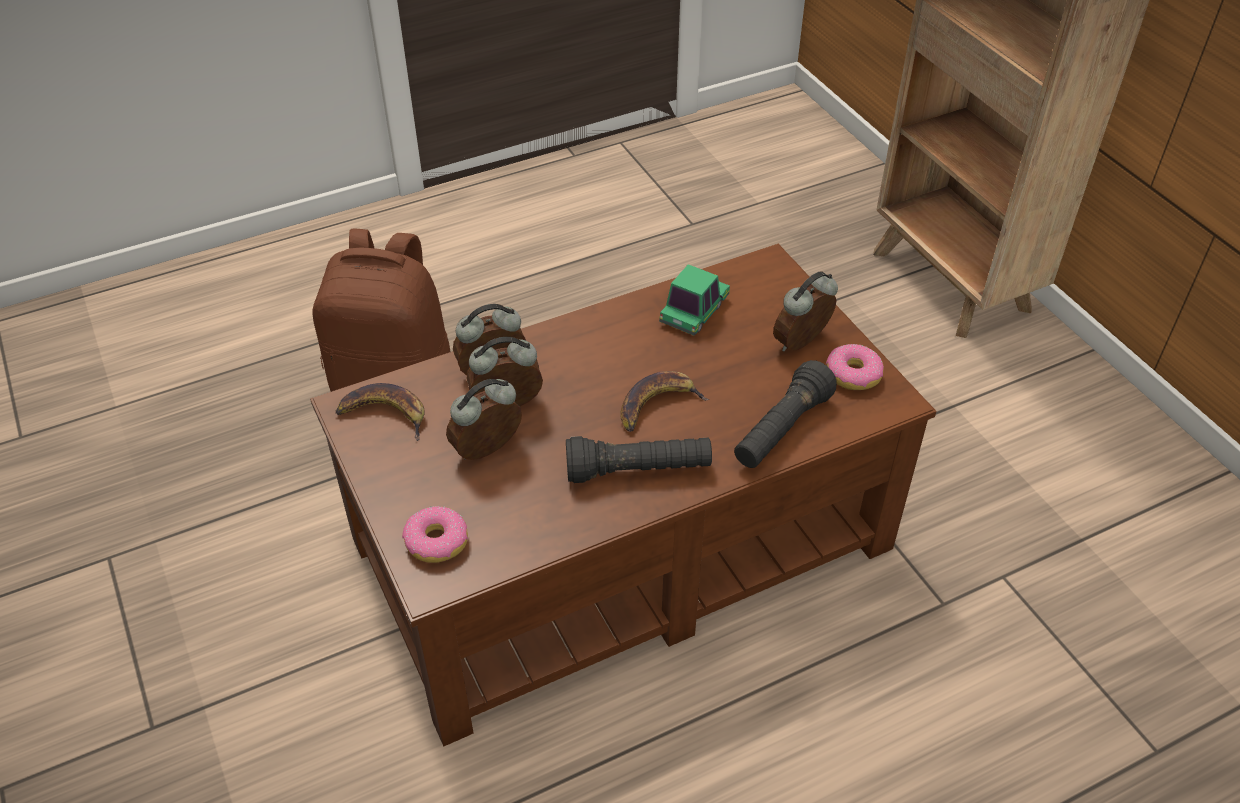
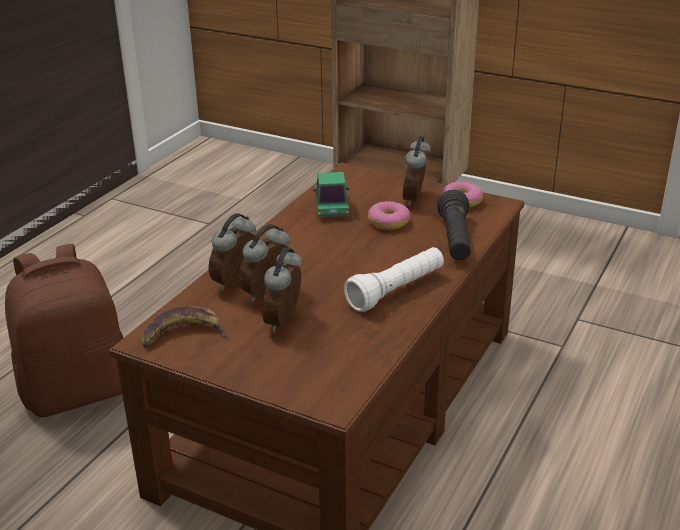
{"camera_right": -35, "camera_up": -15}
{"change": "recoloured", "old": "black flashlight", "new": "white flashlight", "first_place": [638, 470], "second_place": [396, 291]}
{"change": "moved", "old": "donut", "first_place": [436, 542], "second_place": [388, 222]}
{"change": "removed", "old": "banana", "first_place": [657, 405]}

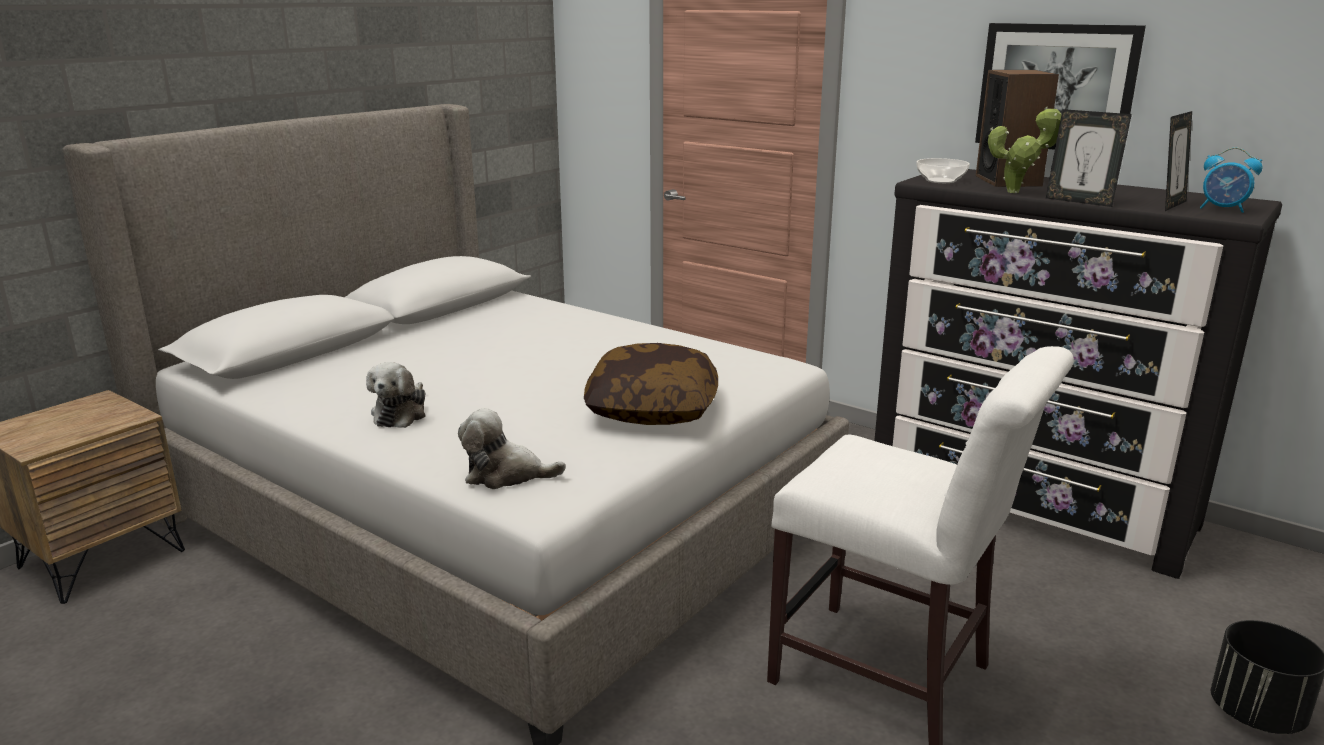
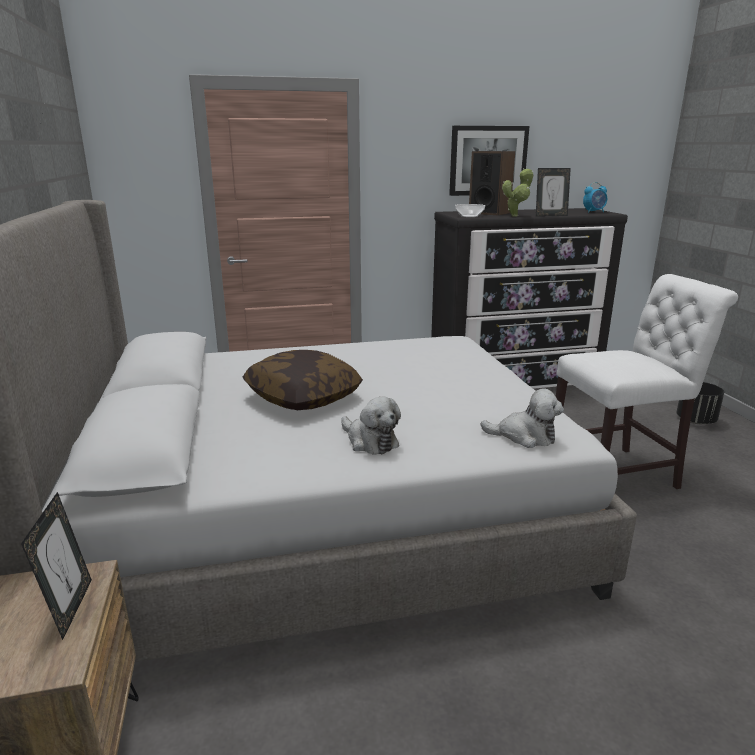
{"camera_right": -50, "camera_up": 0}
{"change": "moved", "old": "picture frame", "first_place": [1170, 205], "second_place": [70, 608]}
{"change": "moved", "old": "pillow", "first_place": [652, 408], "second_place": [303, 397]}
{"change": "turned", "old": "plush toy", "first_place": [506, 475], "second_place": [524, 436], "degrees": -120}

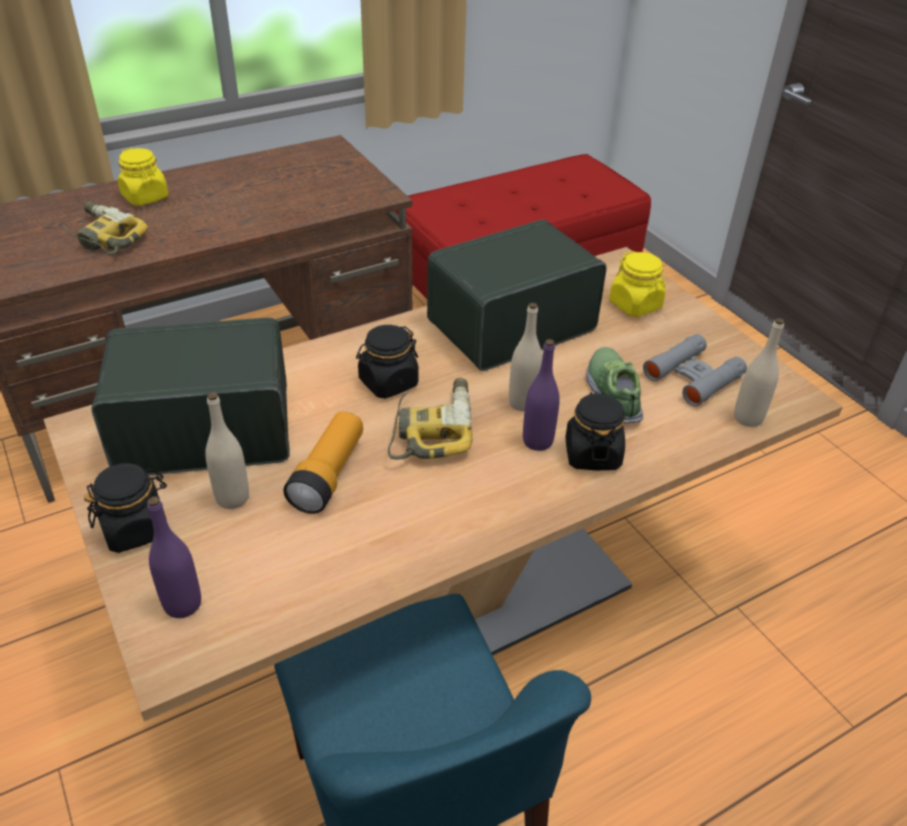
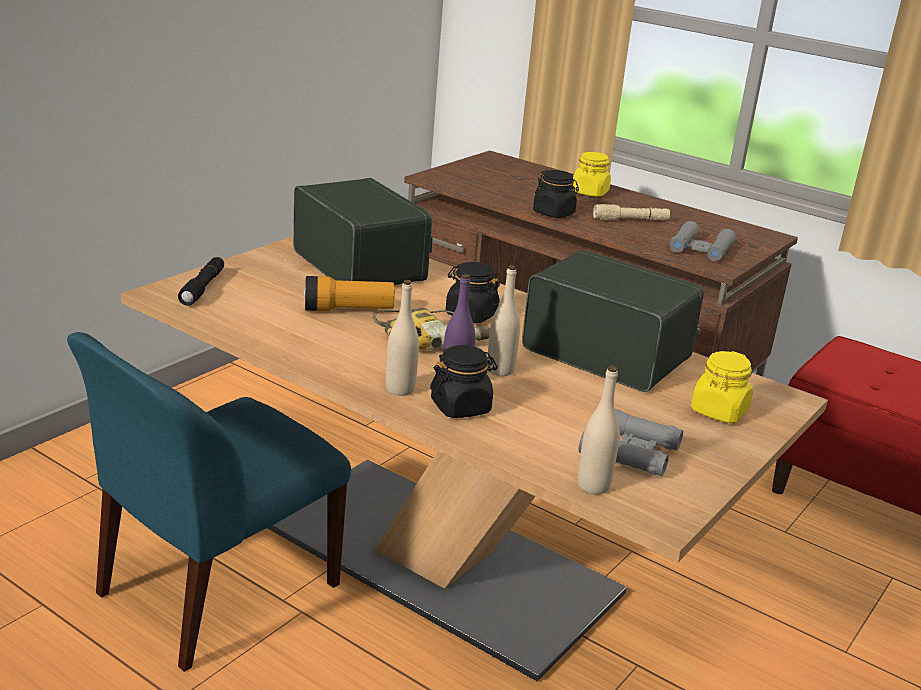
{"camera_right": 65, "camera_up": -15}
{"change": "replaced", "old": "purple bottle", "new": "black flashlight", "first_place": [182, 604], "second_place": [203, 288]}
{"change": "moved", "old": "beige bottle", "first_place": [232, 498], "second_place": [400, 389]}
{"change": "moved", "old": "black jar", "first_place": [136, 528], "second_place": [554, 213]}
{"change": "added", "new": "beige flashlight", "second_place": [631, 220]}
{"change": "added", "new": "grey binoculars", "second_place": [700, 249]}
{"change": "removed", "old": "power drill", "first_place": [103, 238]}
{"change": "removed", "old": "shoe", "first_place": [613, 394]}

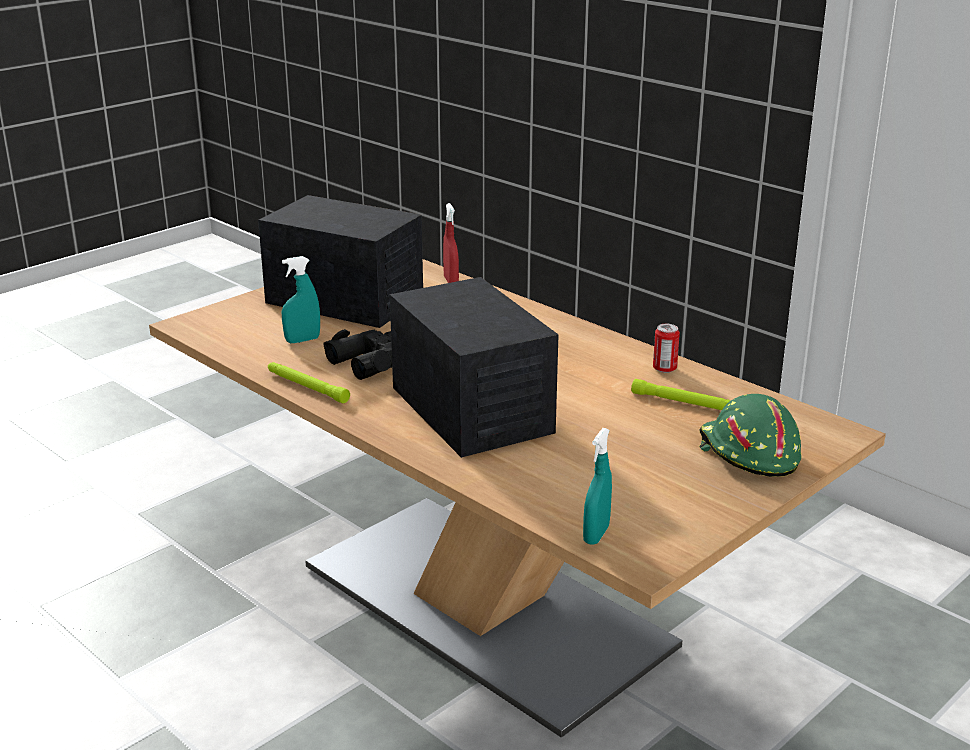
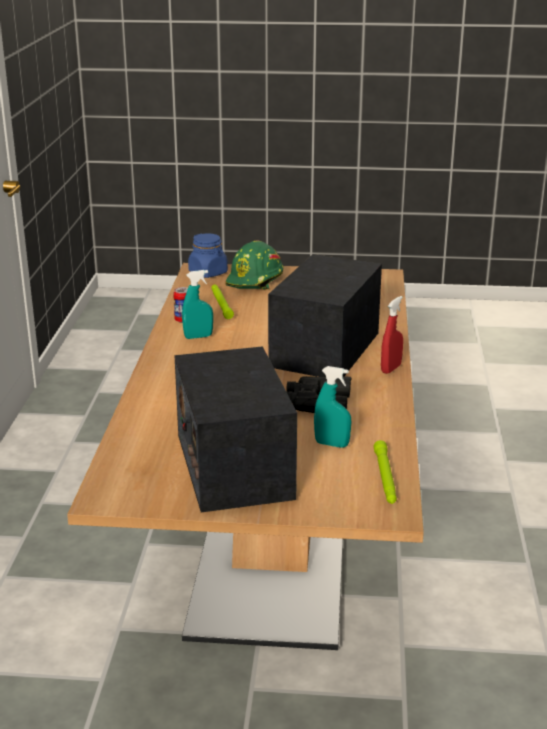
{"camera_right": -130, "camera_up": 0}
{"change": "moved", "old": "turquoise spray bottle", "first_place": [596, 535], "second_place": [198, 337]}
{"change": "added", "new": "blue jar", "second_place": [208, 273]}
{"change": "moved", "old": "green flashlight", "first_place": [306, 387], "second_place": [385, 478]}
{"change": "moved", "old": "red spray bottle", "first_place": [451, 281], "second_place": [391, 369]}

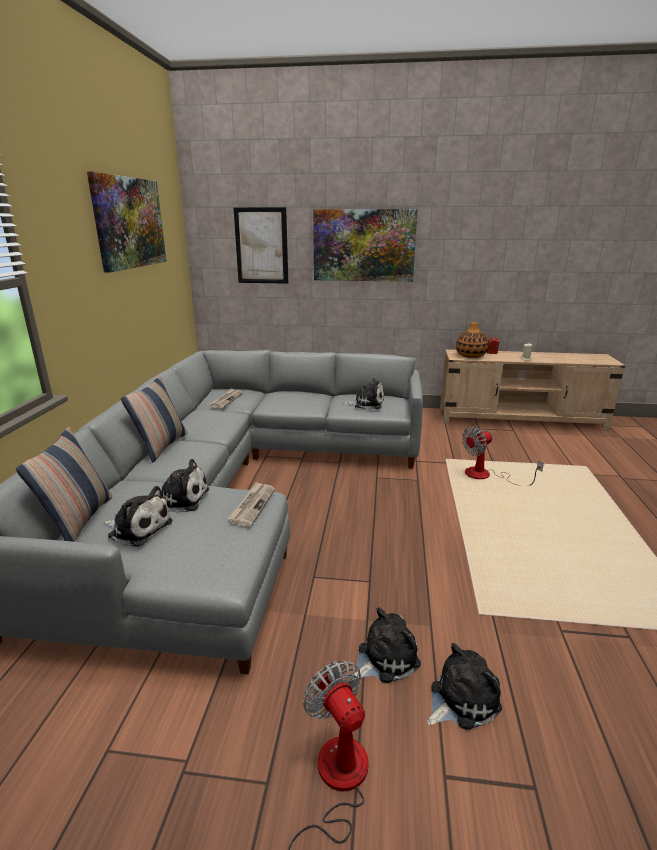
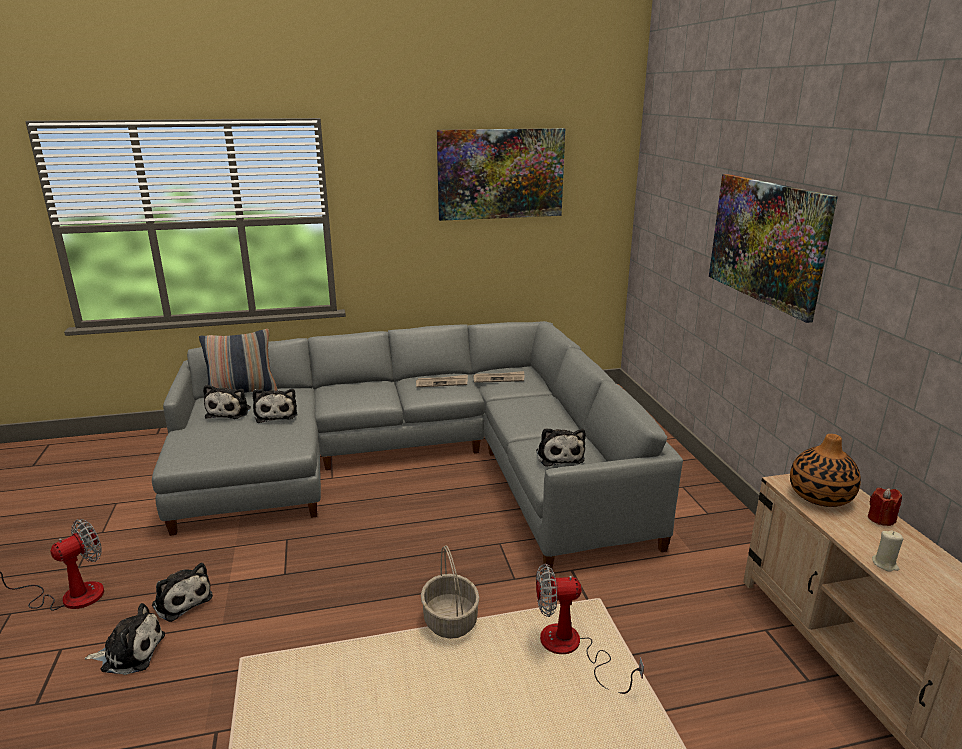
{"camera_right": 70, "camera_up": 0}
{"change": "turned", "old": "plush toy", "first_place": [461, 699], "second_place": [130, 652], "degrees": -45}
{"change": "moved", "old": "newspaper", "first_place": [252, 505], "second_place": [442, 383]}
{"change": "added", "new": "basket", "second_place": [451, 621]}
{"change": "turned", "old": "fan", "first_place": [486, 476], "second_place": [571, 649], "degrees": -45}
{"change": "removed", "old": "pillow", "first_place": [161, 446]}
{"change": "removed", "old": "picture", "first_place": [261, 246]}

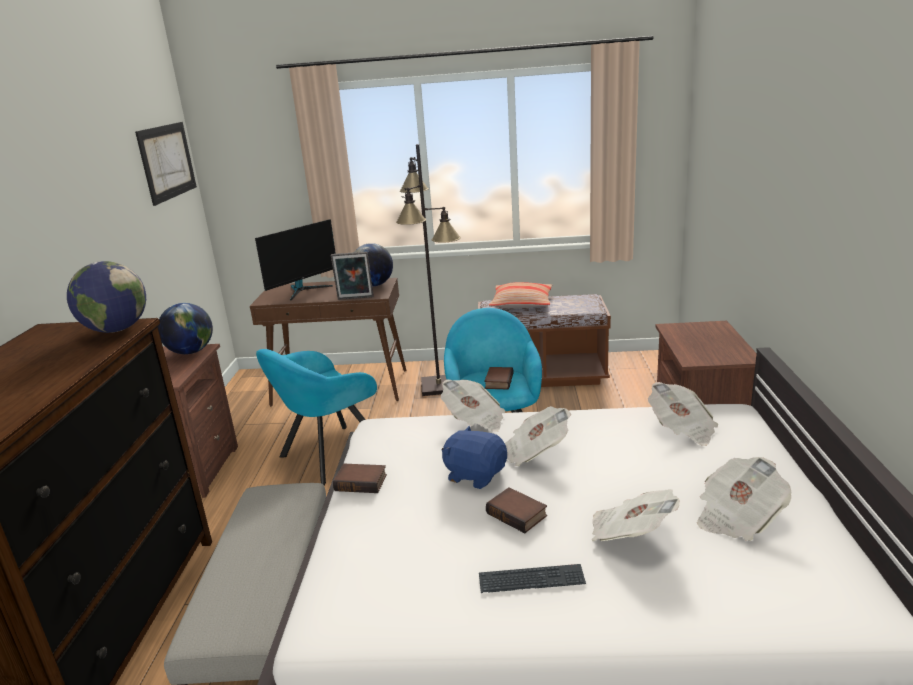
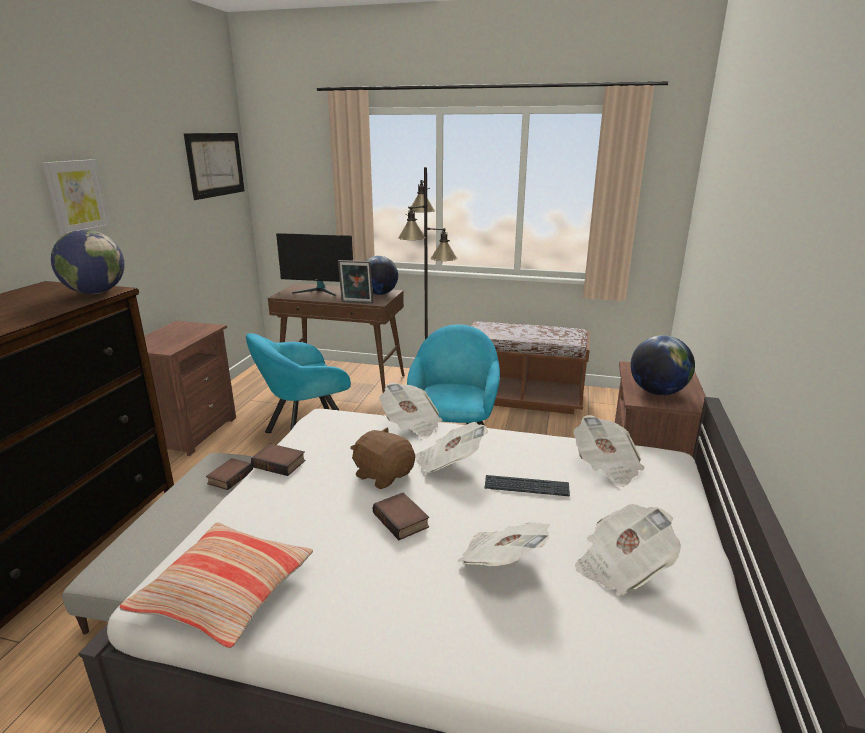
{"camera_right": 10, "camera_up": 0}
{"change": "added", "new": "picture", "second_place": [76, 197]}
{"change": "moved", "old": "pillow", "first_place": [521, 304], "second_place": [225, 593]}
{"change": "moved", "old": "book", "first_place": [498, 381], "second_place": [230, 477]}
{"change": "turned", "old": "monitor", "first_place": [303, 290], "second_place": [319, 291], "degrees": 45}
{"change": "recoloured", "old": "blue plush toy", "new": "brown plush toy", "first_place": [475, 475], "second_place": [383, 475]}
{"change": "moved", "old": "keyboard", "first_place": [531, 580], "second_place": [526, 487]}
{"change": "moved", "old": "globe", "first_place": [191, 352], "second_place": [657, 392]}

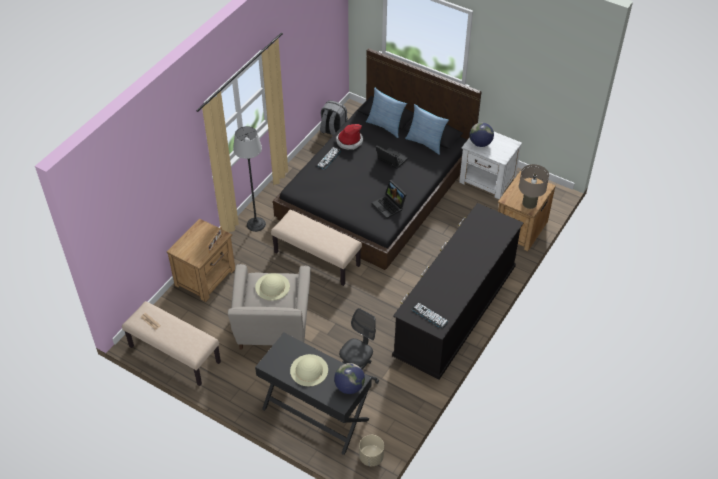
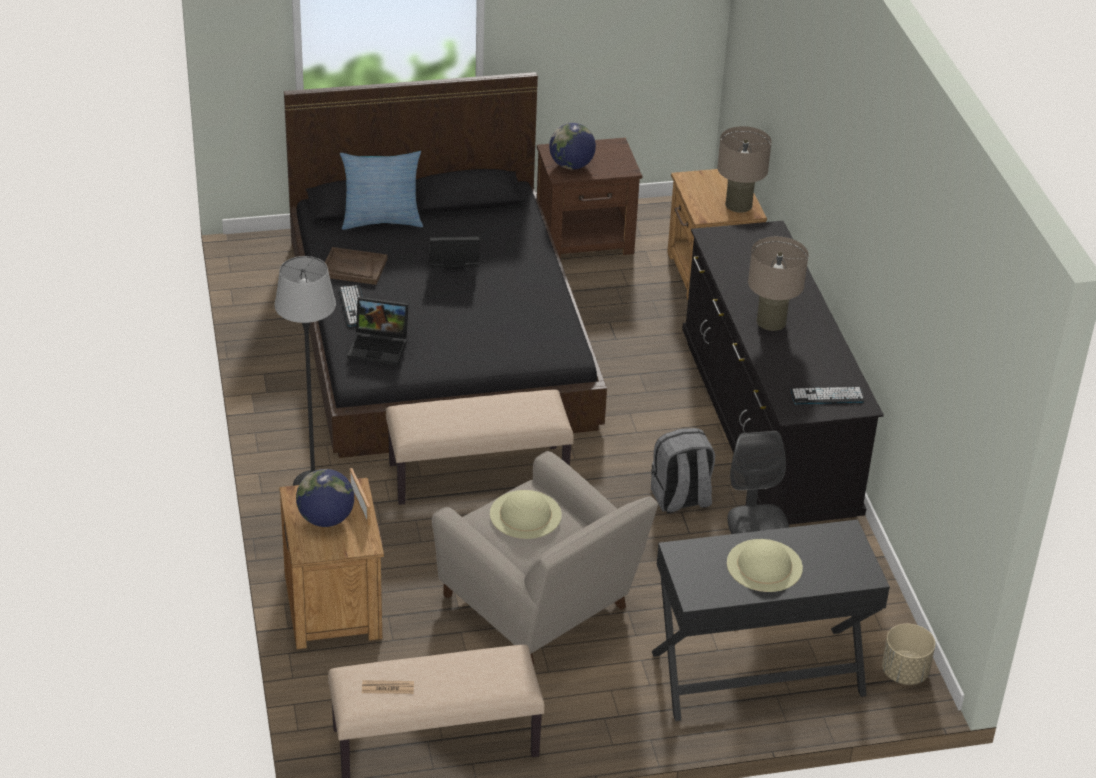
{"camera_right": -45, "camera_up": -10}
{"change": "moved", "old": "globe", "first_place": [349, 387], "second_place": [326, 519]}
{"change": "replaced", "old": "hat", "new": "brown tray", "first_place": [349, 141], "second_place": [353, 268]}
{"change": "moved", "old": "laptop", "first_place": [389, 206], "second_place": [380, 346]}
{"change": "recoloured", "old": "white nightstand", "new": "brown nightstand", "first_place": [487, 181], "second_place": [586, 239]}
{"change": "moved", "old": "grey backpack", "first_place": [333, 131], "second_place": [680, 499]}
{"change": "added", "new": "beige table lamp", "second_place": [771, 321]}
{"change": "removed", "old": "pillow", "first_place": [426, 142]}

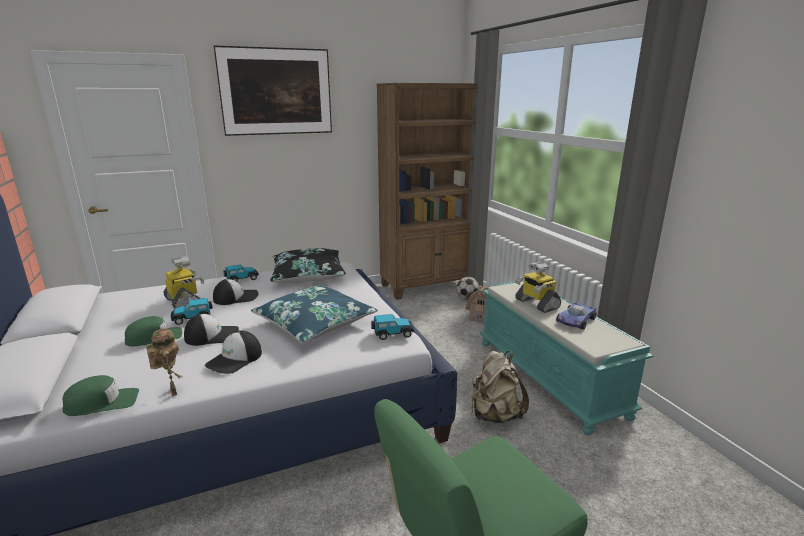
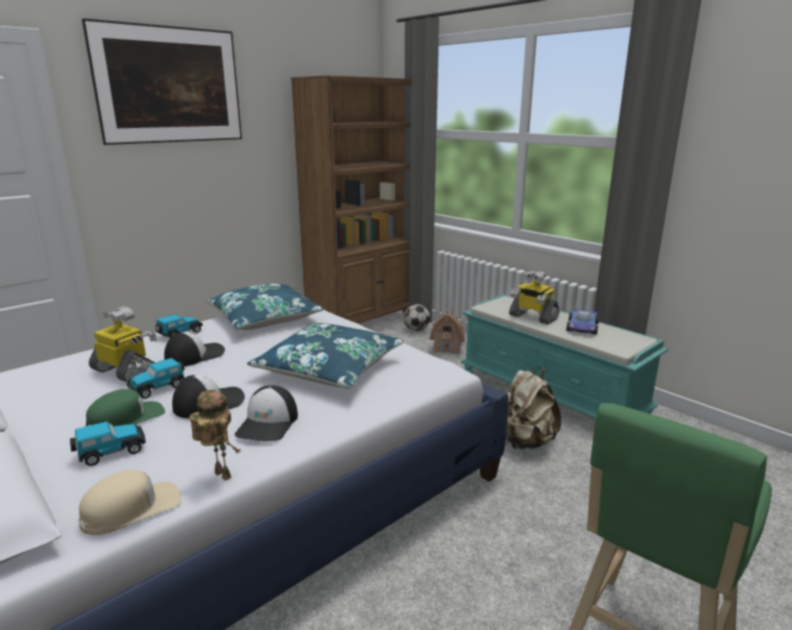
{"camera_right": -20, "camera_up": 0}
{"change": "moved", "old": "toy car", "first_place": [392, 333], "second_place": [110, 451]}
{"change": "recoloured", "old": "green cap", "new": "beige cap", "first_place": [102, 402], "second_place": [131, 509]}
{"change": "recoloured", "old": "black pillow", "new": "blue pillow", "first_place": [308, 275], "second_place": [264, 318]}

